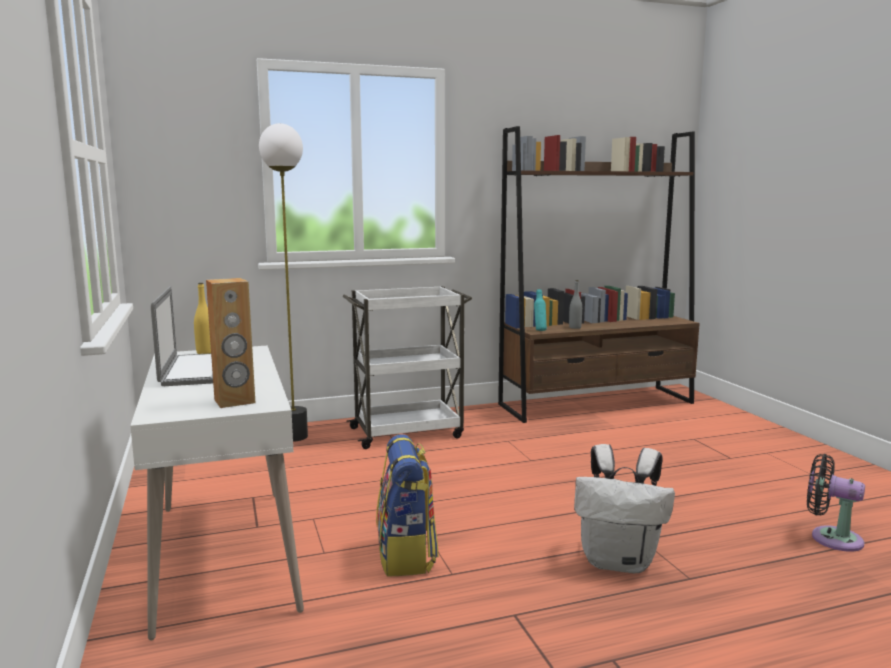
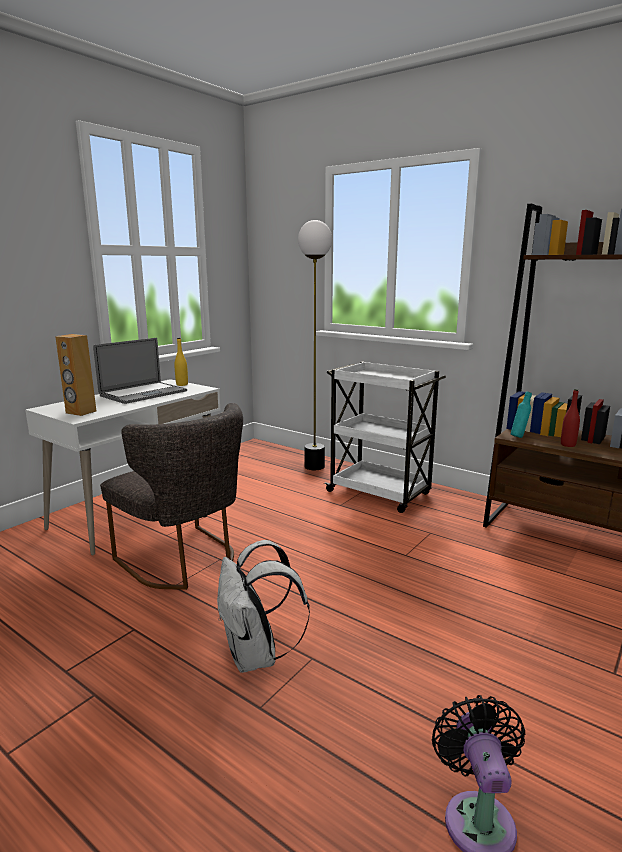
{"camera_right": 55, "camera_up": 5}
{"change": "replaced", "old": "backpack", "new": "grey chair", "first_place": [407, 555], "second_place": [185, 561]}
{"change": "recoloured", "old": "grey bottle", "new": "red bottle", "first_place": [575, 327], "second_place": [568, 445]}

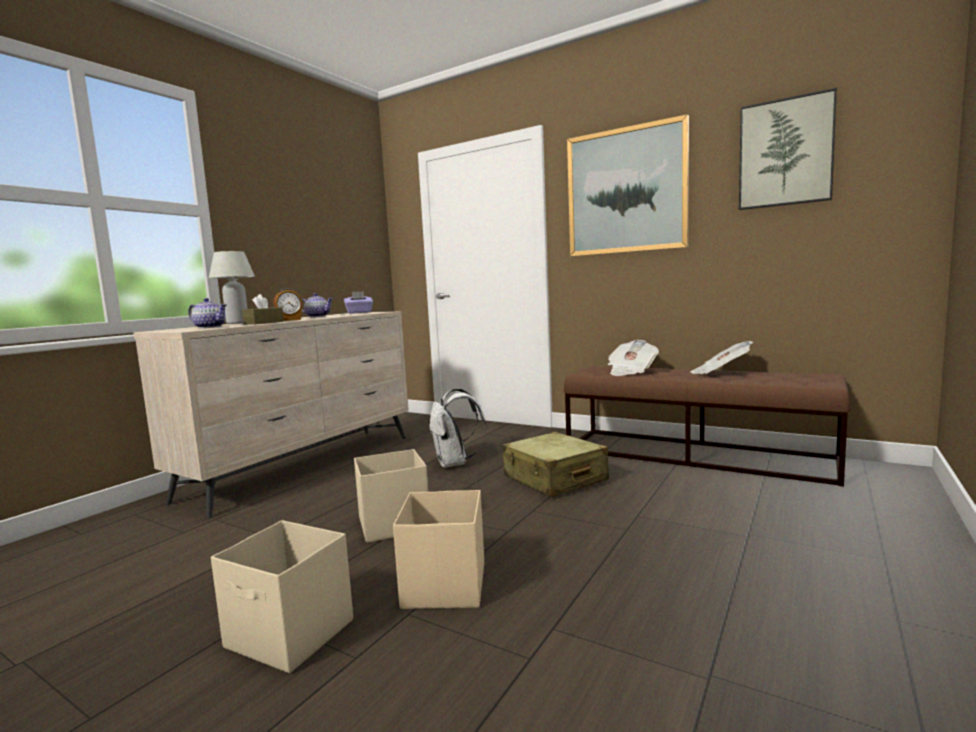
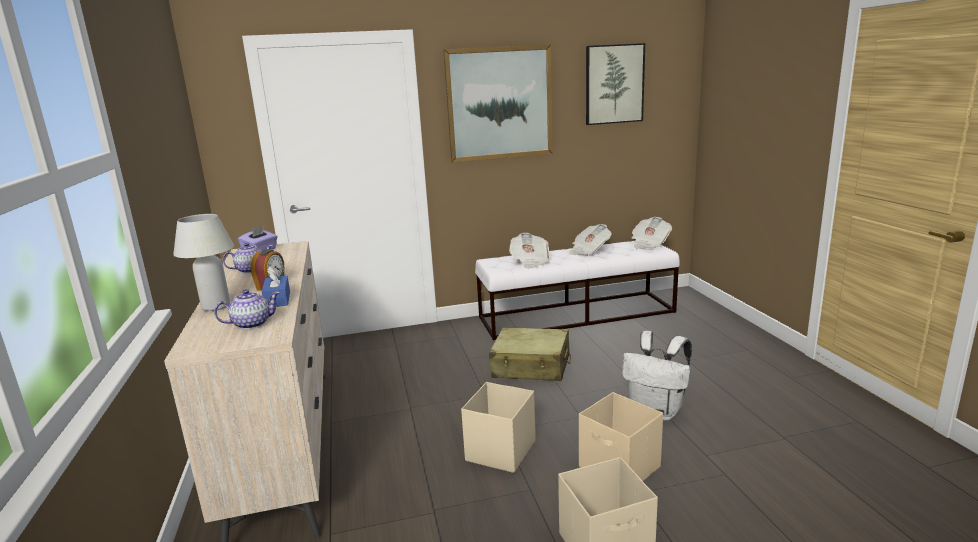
{"camera_right": -45, "camera_up": 10}
{"change": "recoloured", "old": "brown tissue box", "new": "blue tissue box", "first_place": [264, 323], "second_place": [277, 299]}
{"change": "recoloured", "old": "brown bench", "new": "white bench", "first_place": [696, 455], "second_place": [577, 314]}
{"change": "moved", "old": "white backpack", "first_place": [454, 463], "second_place": [657, 411]}
{"change": "added", "new": "newspaper", "second_place": [649, 244]}

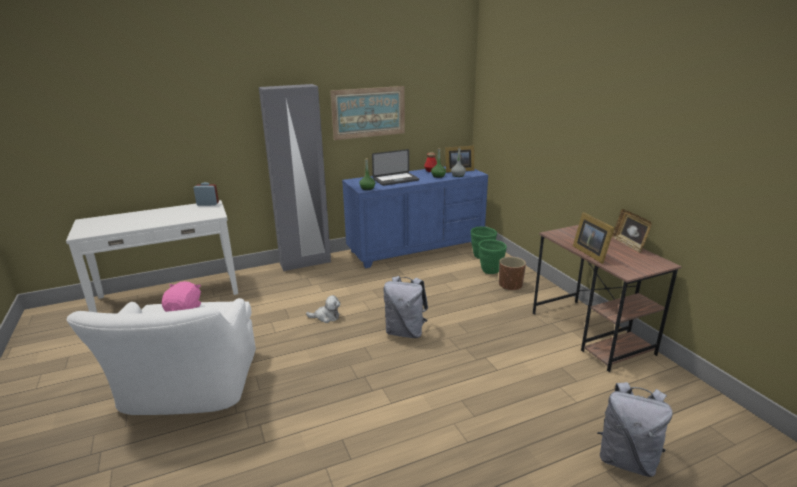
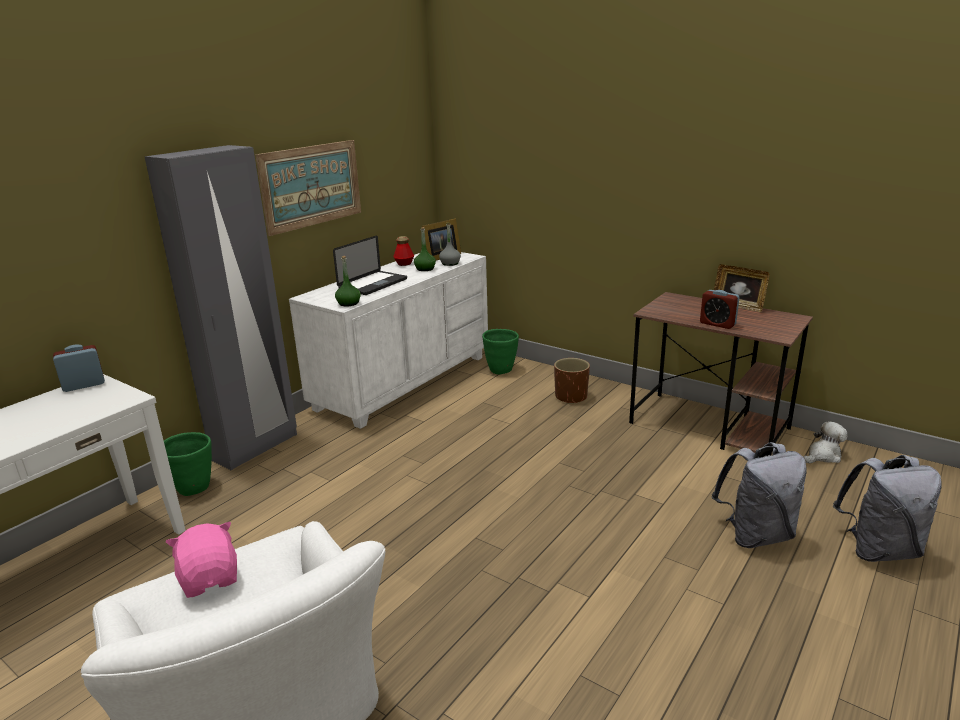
{"camera_right": -30, "camera_up": 0}
{"change": "moved", "old": "green planter", "first_place": [490, 271], "second_place": [194, 488]}
{"change": "recoloured", "old": "blue dresser", "new": "white dresser", "first_place": [415, 248], "second_place": [404, 382]}
{"change": "replaced", "old": "picture frame", "new": "alarm clock", "first_place": [591, 253], "second_place": [717, 324]}
{"change": "moved", "old": "grey backpack", "first_place": [405, 332], "second_place": [755, 535]}
{"change": "moved", "old": "plush toy", "first_place": [326, 317], "second_place": [823, 456]}

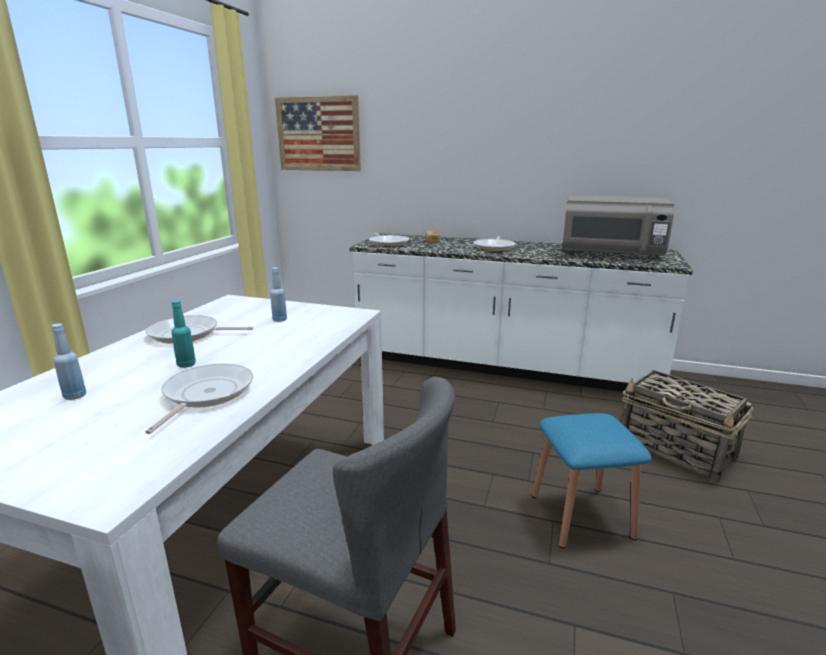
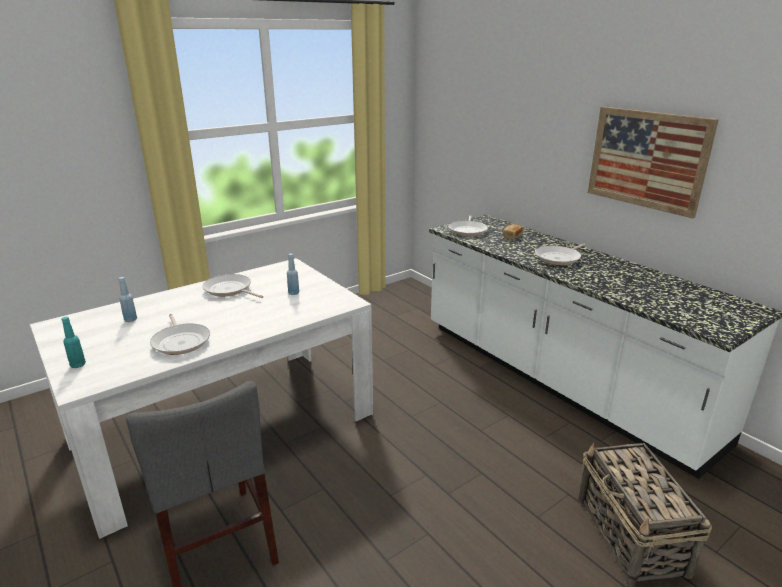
{"camera_right": 35, "camera_up": 5}
{"change": "moved", "old": "turquoise bottle", "first_place": [186, 365], "second_place": [78, 365]}
{"change": "turned", "old": "frying pan", "first_place": [205, 394], "second_place": [181, 341], "degrees": 105}
{"change": "moved", "old": "picture", "first_place": [318, 134], "second_place": [647, 159]}
{"change": "removed", "old": "blue stool", "first_place": [581, 515]}
{"change": "removed", "old": "grey microwave", "first_place": [610, 254]}

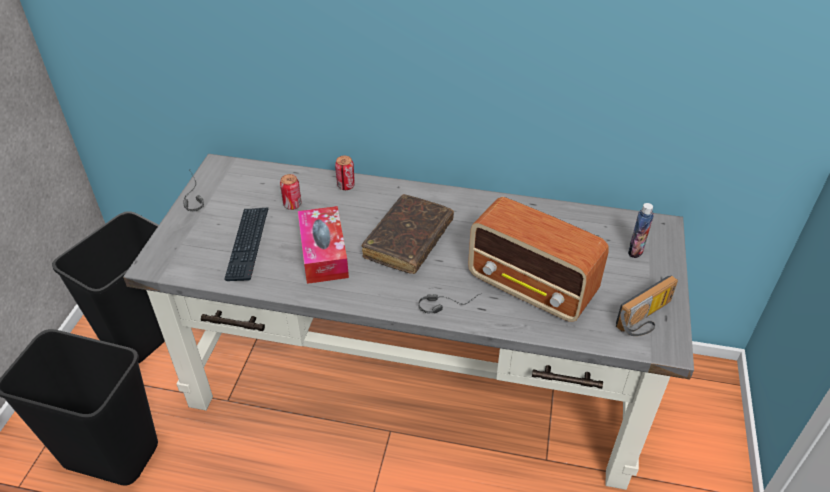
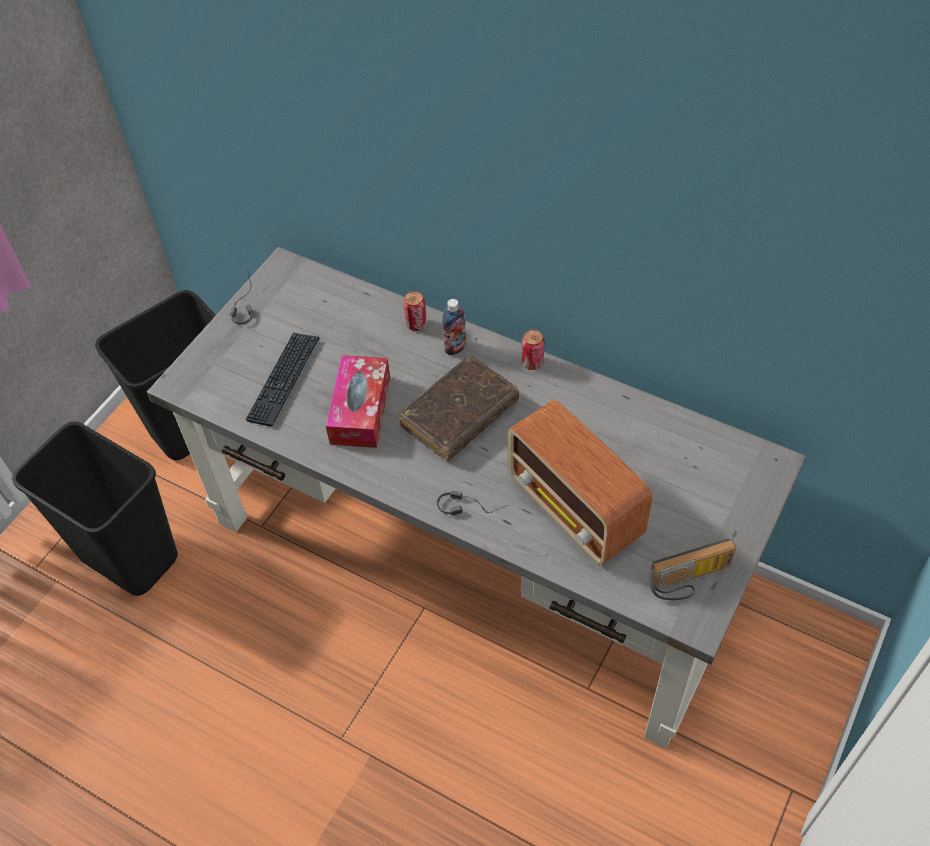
{"camera_right": 20, "camera_up": 10}
{"change": "moved", "old": "bottle", "first_place": [635, 251], "second_place": [455, 347]}
{"change": "moved", "old": "can", "first_place": [292, 205], "second_place": [532, 363]}

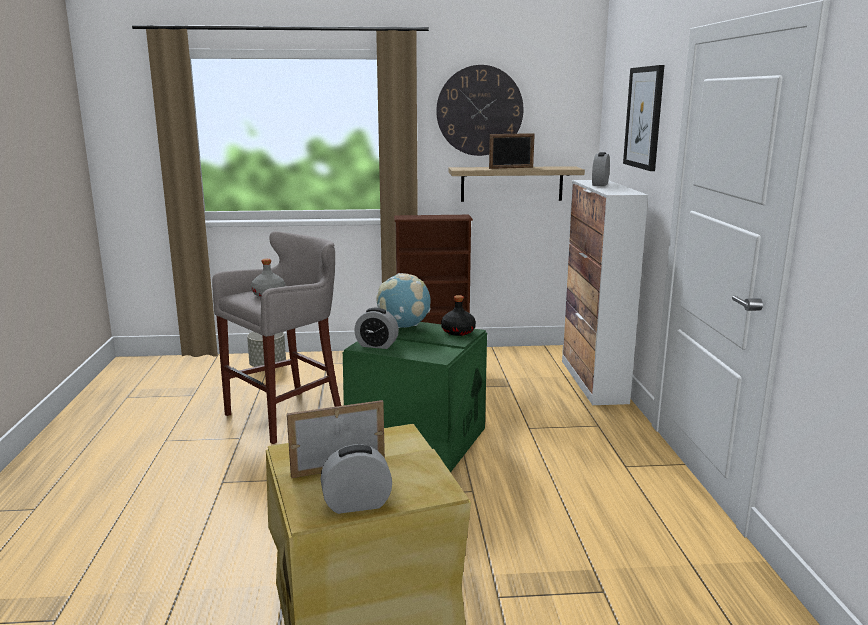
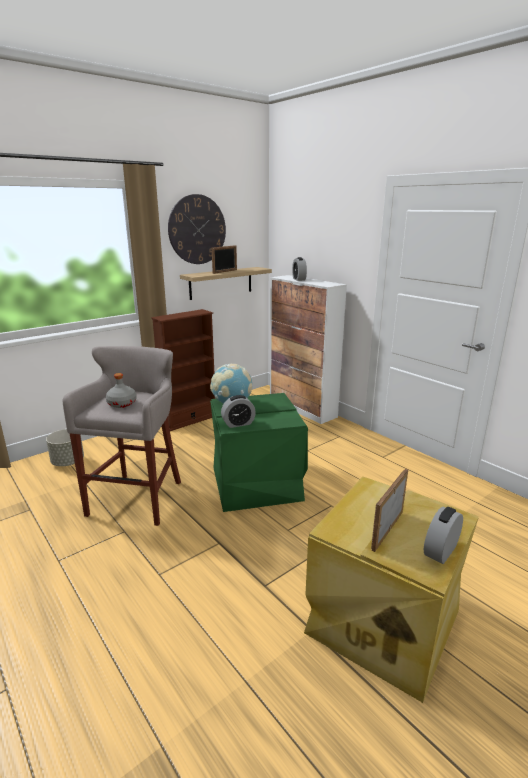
{"camera_right": -35, "camera_up": 5}
{"change": "removed", "old": "black bottle", "first_place": [458, 332]}
{"change": "removed", "old": "picture", "first_place": [644, 117]}

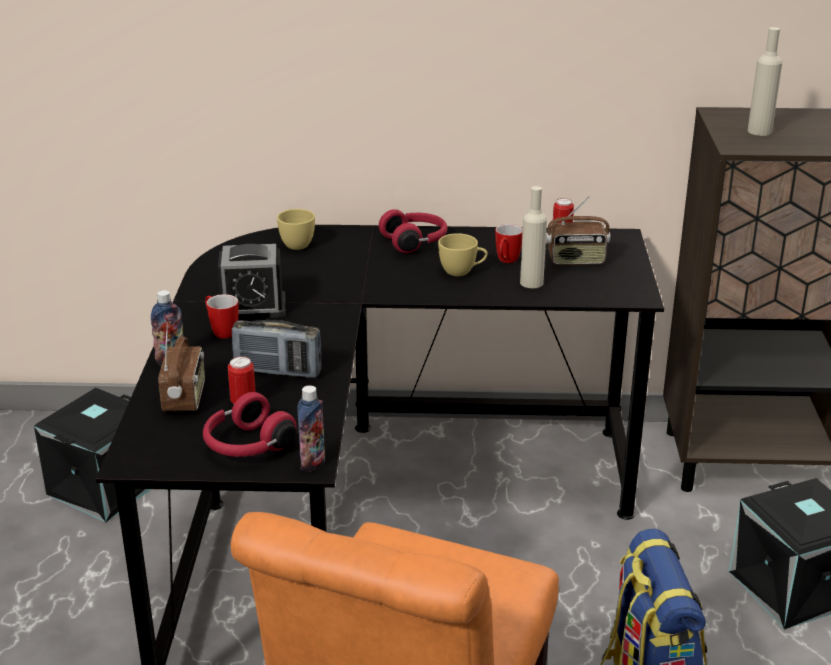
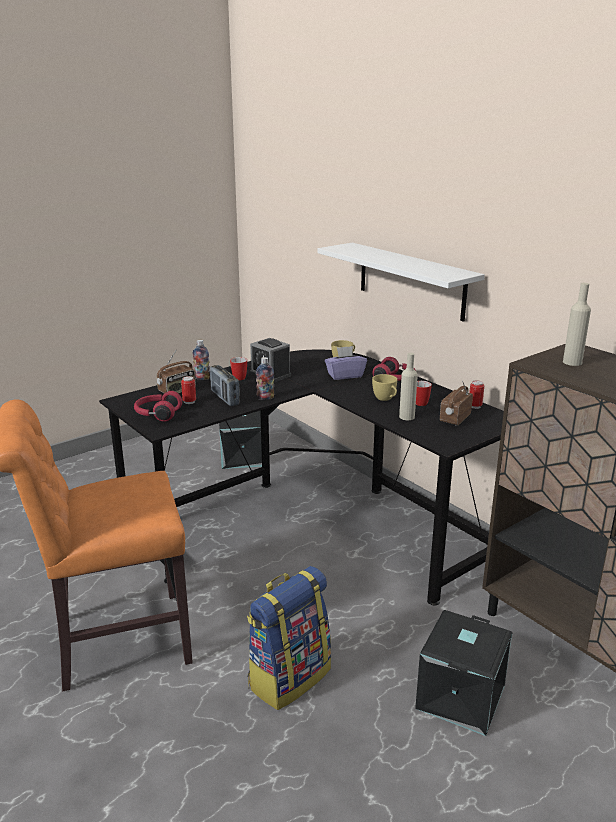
{"camera_right": 50, "camera_up": -5}
{"change": "moved", "old": "bottle", "first_place": [312, 463], "second_place": [265, 398]}
{"change": "added", "new": "white shelf", "second_place": [411, 280]}
{"change": "added", "new": "purple tissue box", "second_place": [345, 375]}
{"change": "turned", "old": "radio", "first_place": [576, 260], "second_place": [454, 418], "degrees": 75}

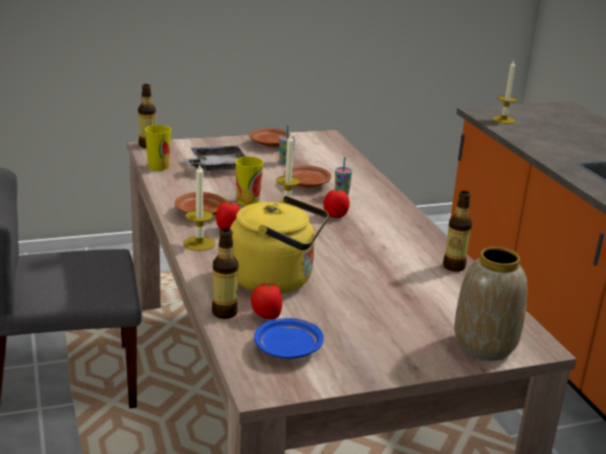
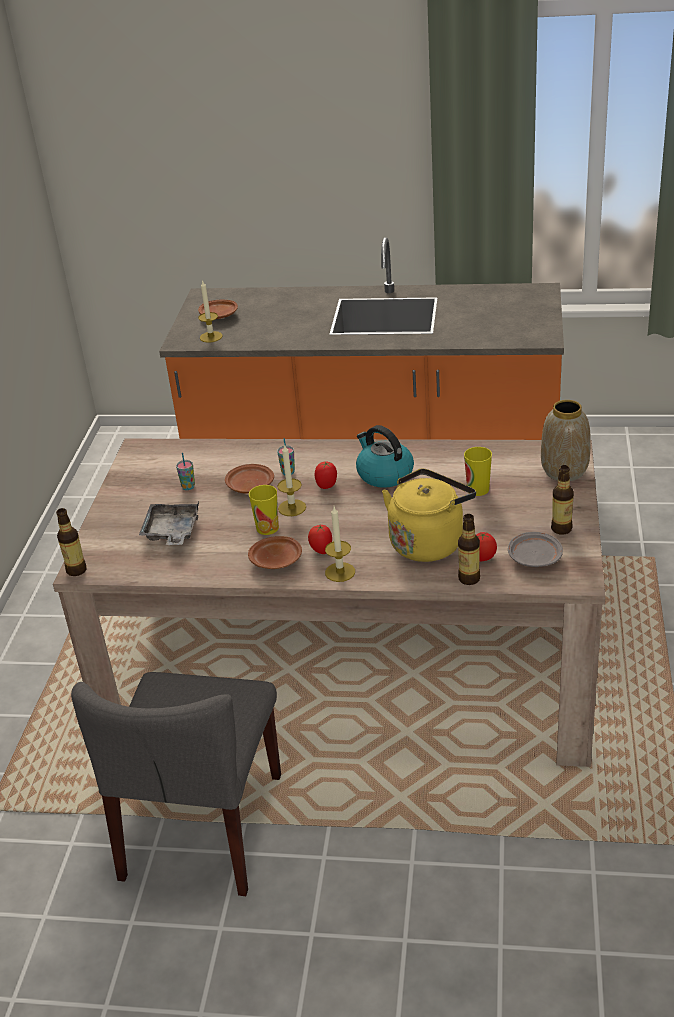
{"camera_right": -60, "camera_up": 10}
{"change": "moved", "old": "brown plate", "first_place": [270, 144], "second_place": [219, 315]}
{"change": "added", "new": "kettle", "second_place": [384, 474]}
{"change": "moved", "old": "cup", "first_place": [158, 167], "second_place": [478, 489]}
{"change": "recoloured", "old": "blue plate", "new": "grey plate", "first_place": [288, 348], "second_place": [534, 557]}
{"change": "moved", "old": "bottle", "first_place": [454, 266], "second_place": [561, 529]}

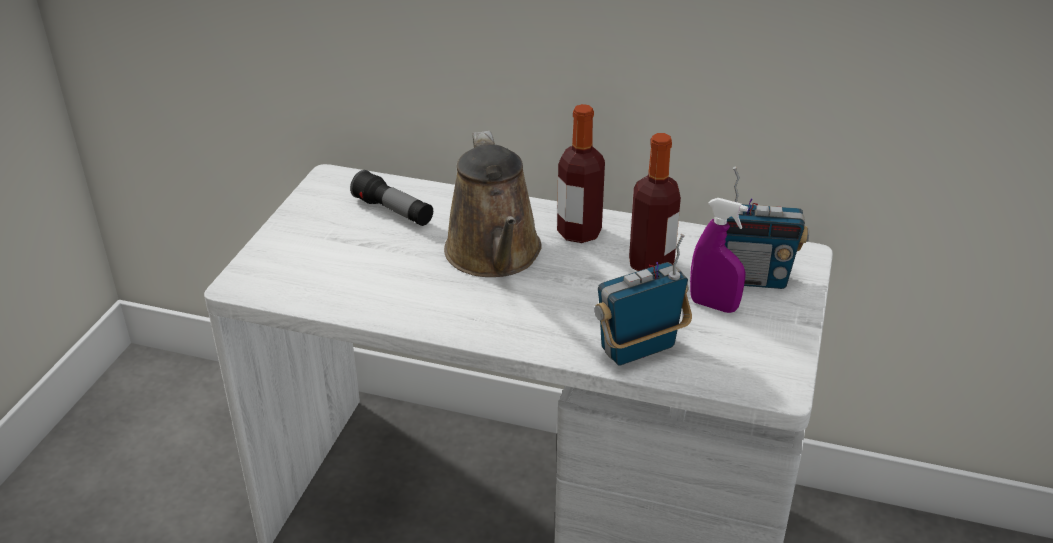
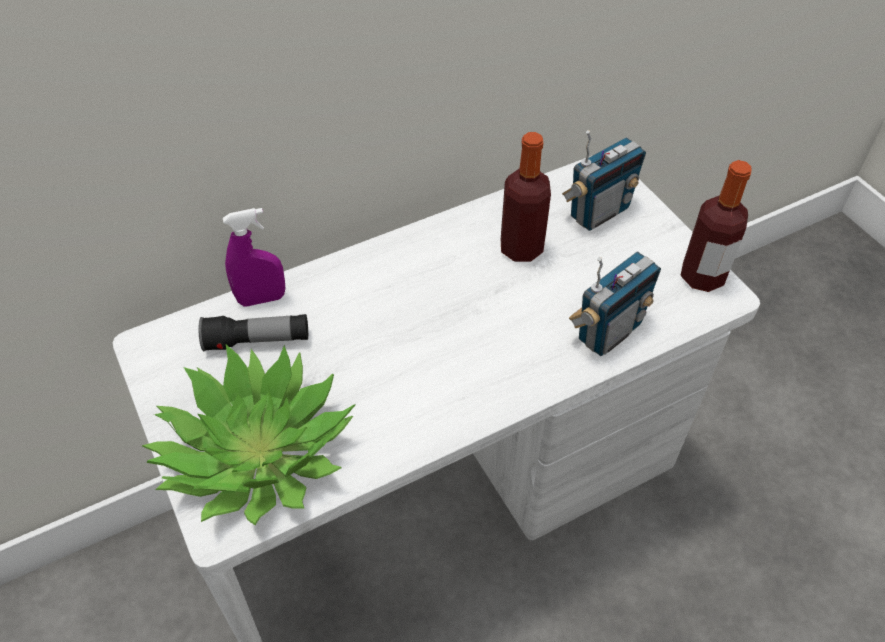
{"camera_right": -45, "camera_up": 15}
{"change": "added", "new": "potted plant", "second_place": [257, 453]}
{"change": "moved", "old": "purple spray bottle", "first_place": [713, 305], "second_place": [262, 299]}
{"change": "turned", "old": "radio", "first_place": [639, 349], "second_place": [608, 331], "degrees": -150}
{"change": "moved", "old": "bottle", "first_place": [579, 232], "second_place": [702, 276]}
{"change": "removed", "old": "brown watering can", "first_place": [495, 255]}

